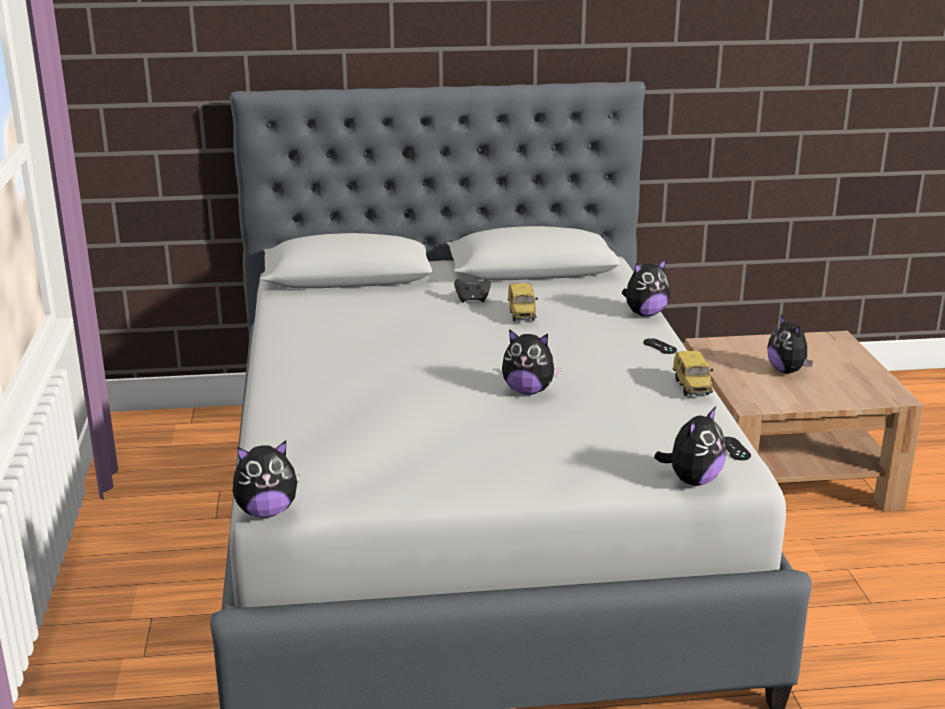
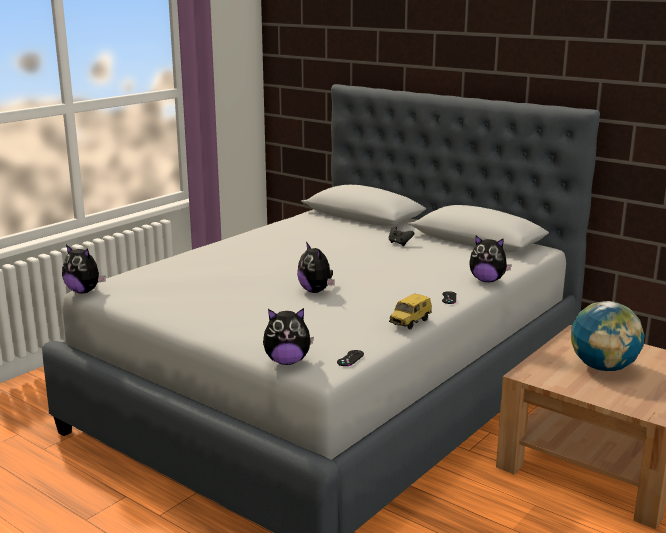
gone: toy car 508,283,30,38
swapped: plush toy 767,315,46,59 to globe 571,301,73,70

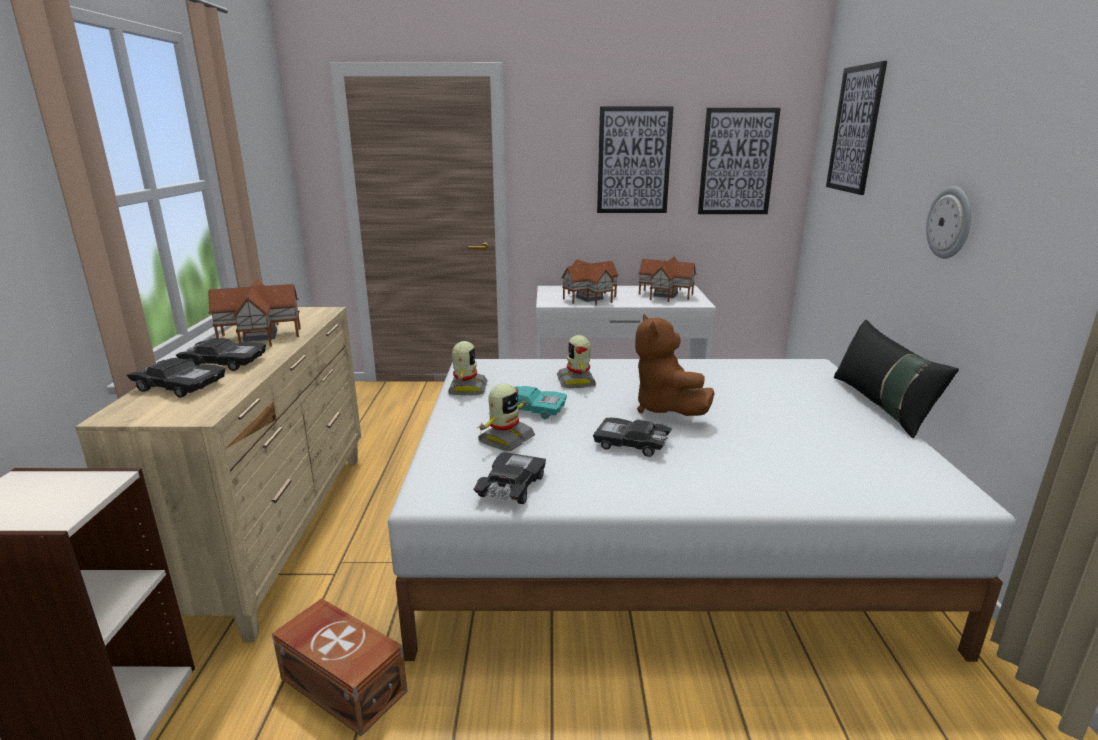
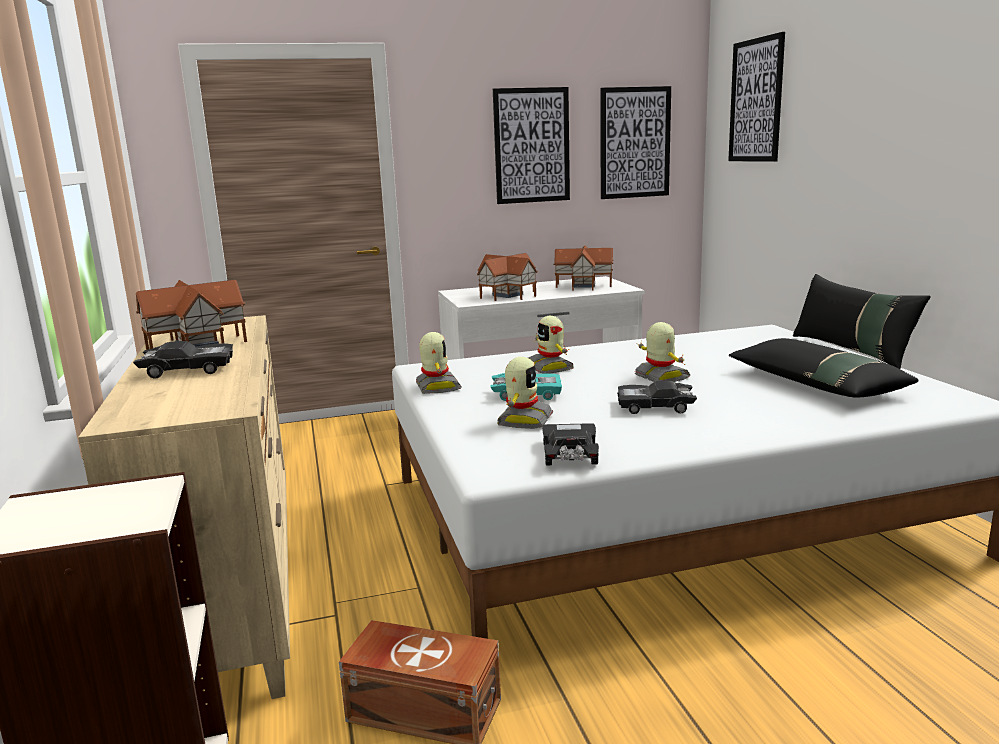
gone: wall clock 926,186,45,73; toy car (black) 127,358,98,40
new: pillow (black) 729,338,189,60
swapped: plush toy (brown) 635,314,80,102 to toy robot 635,322,55,60

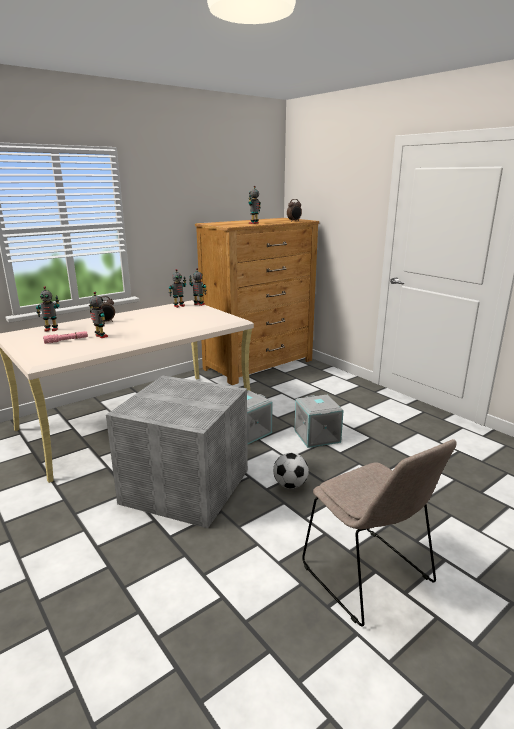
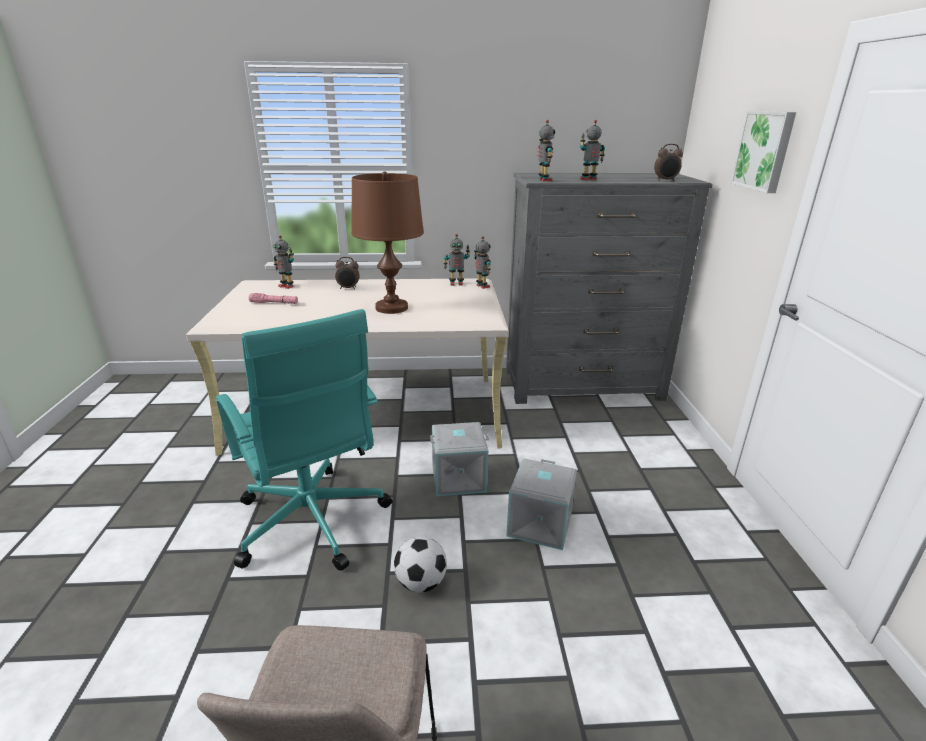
new: picture 731,111,65,82; table lamp (brown) 351,171,73,143
shifted: toy robot 89,292,19,46 to 537,120,18,61
swapped: storage box (grey) 106,376,142,152 to office chair (turquoise) 216,309,177,262
repainted: dresser (brown) 195,218,124,167 to dresser (grey) 506,173,207,231

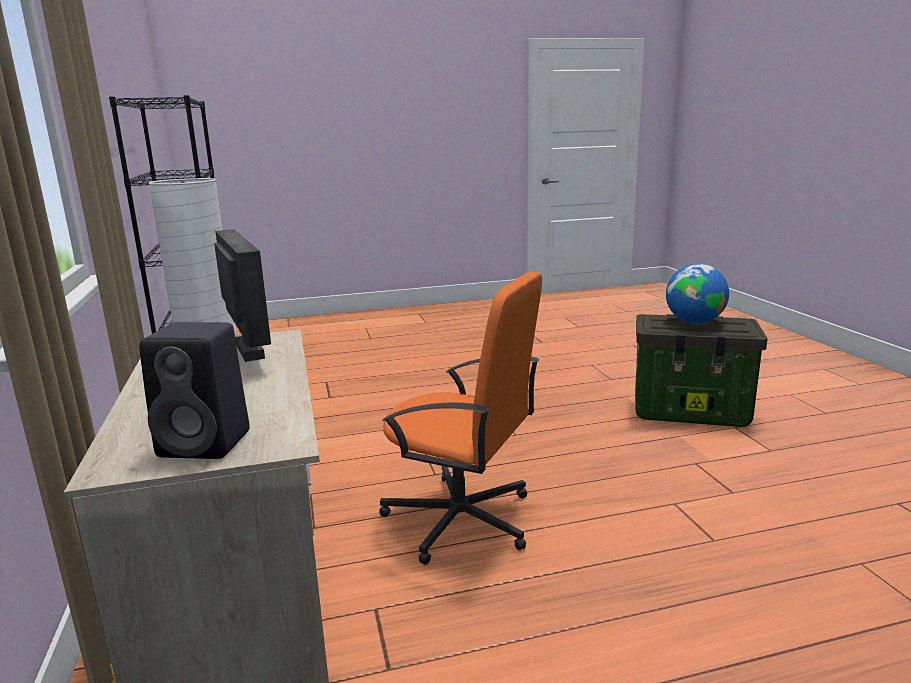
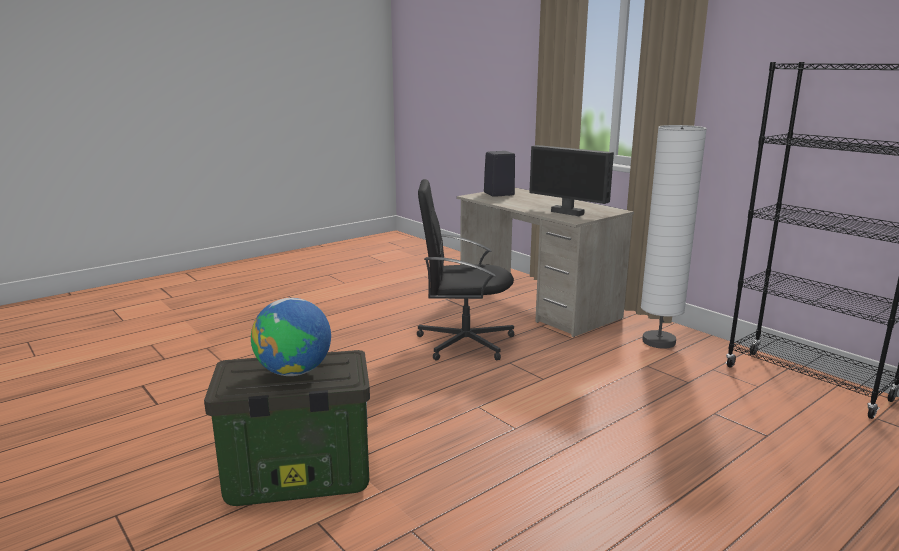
repainted: office chair (orange) 379,271,163,294 to office chair (black) 417,179,97,182

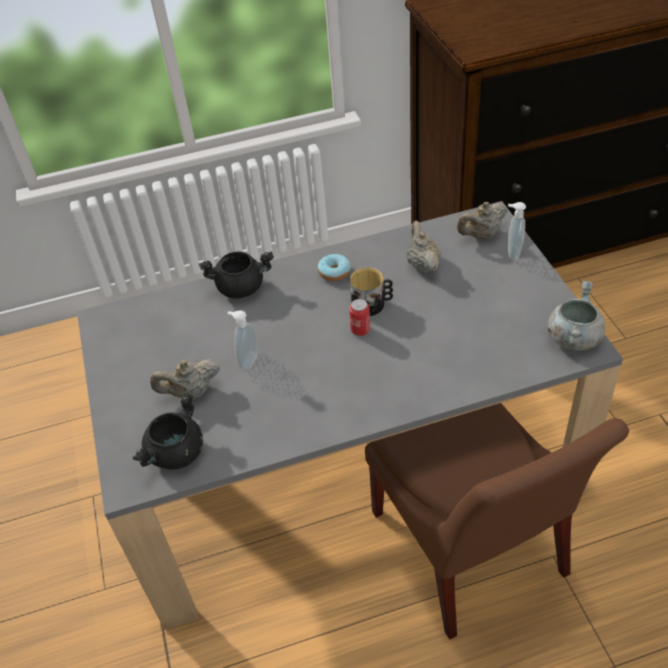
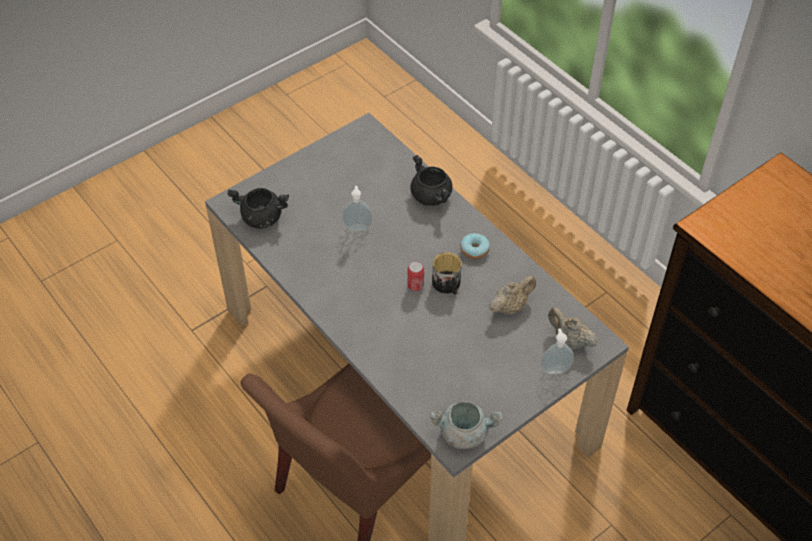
gone: teapot (beige) 150,359,70,40

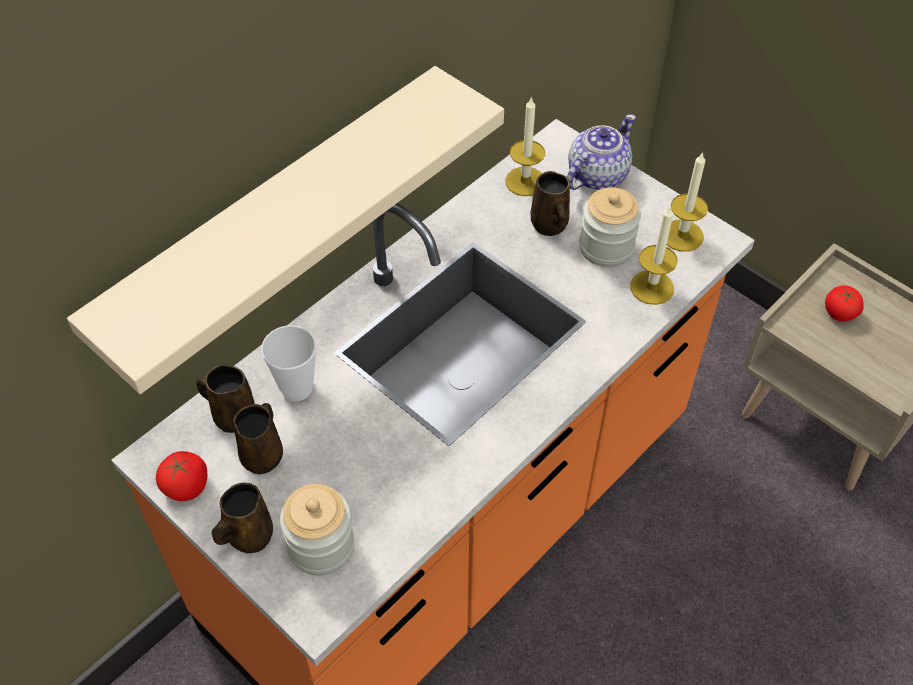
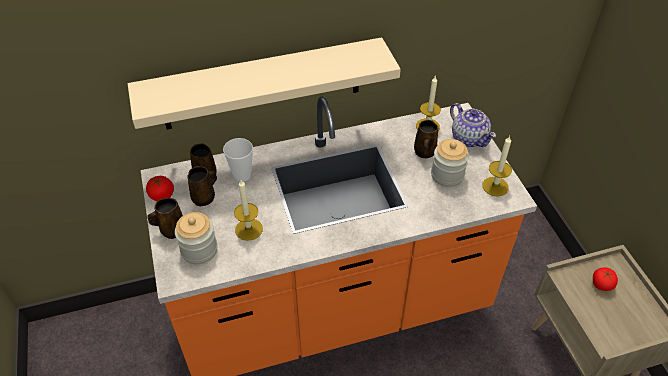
shifted: candle 630,206,47,99 to 234,180,29,61
rotated: teapot 567,114,69,76 = 450,103,46,44 75 degrees clockwise

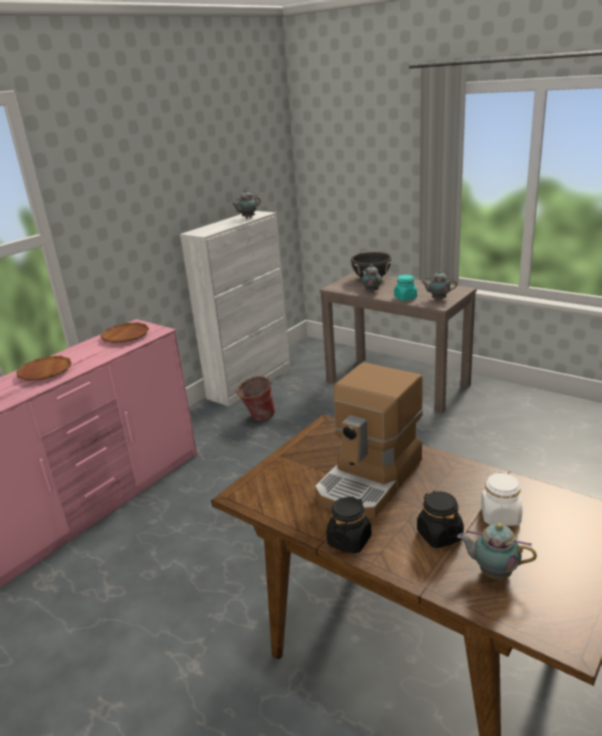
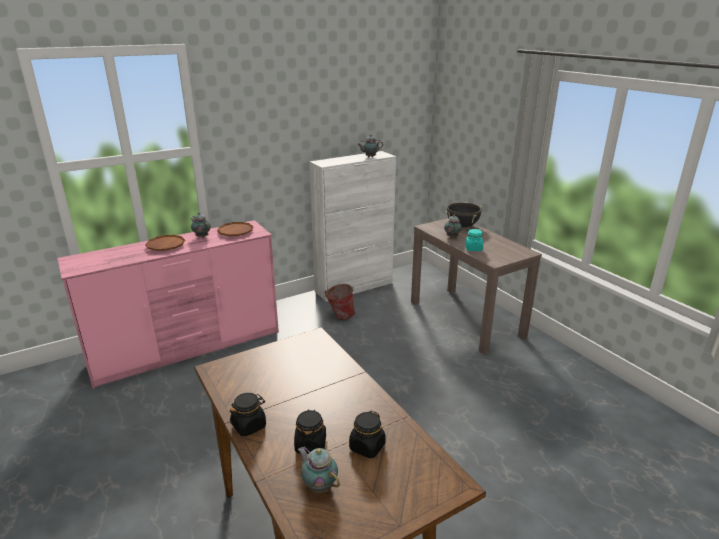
gone: coffee machine 315,362,108,156
shifted: teapot 421,271,36,29 to 191,212,20,26
repainted: jar (white) 481,471,41,55 to jar (black) 349,411,37,47

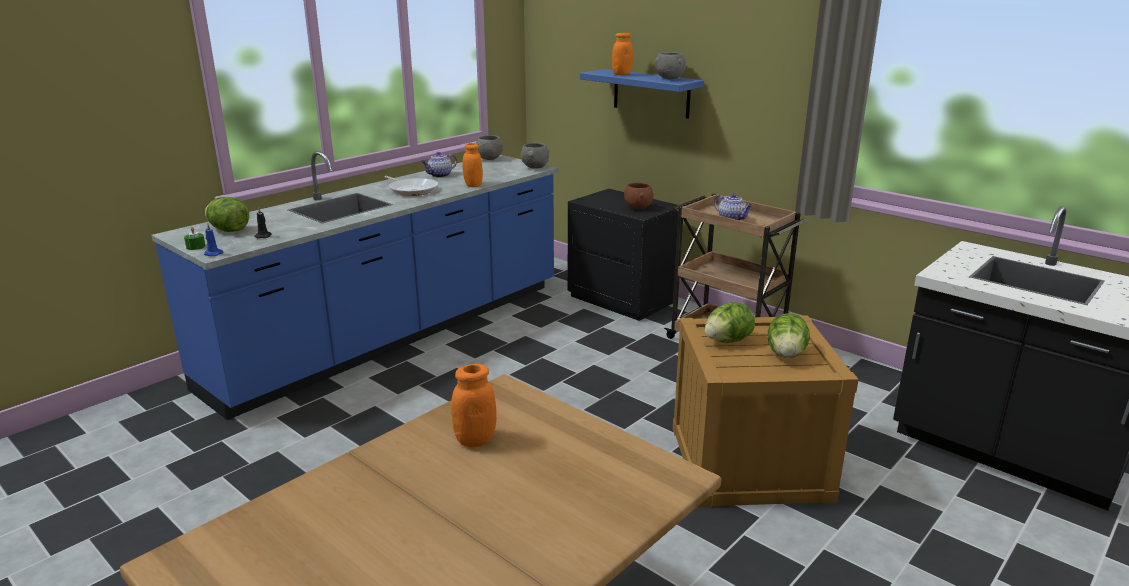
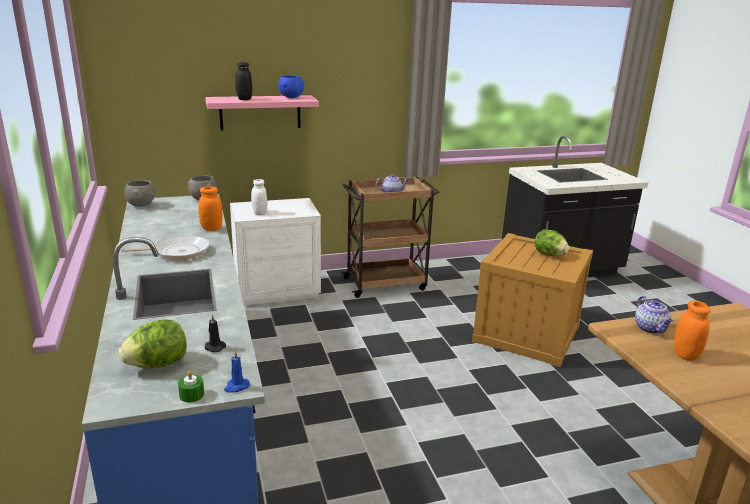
gone: bowl (brown) 624,182,29,27; lettuce 705,302,50,41
new: jar (white) 251,179,16,36
shifted: teapot 421,152,36,26 to 635,296,38,38
repainted: jar (orange) 612,33,21,42 to jar (black) 235,62,17,38; bowl (grey) 655,52,31,27 to bowl (blue) 278,75,26,23; shelf (blue) 580,69,124,50 to shelf (pink) 205,95,114,35; nightstand (black) 568,189,110,132 to nightstand (white) 230,198,91,107

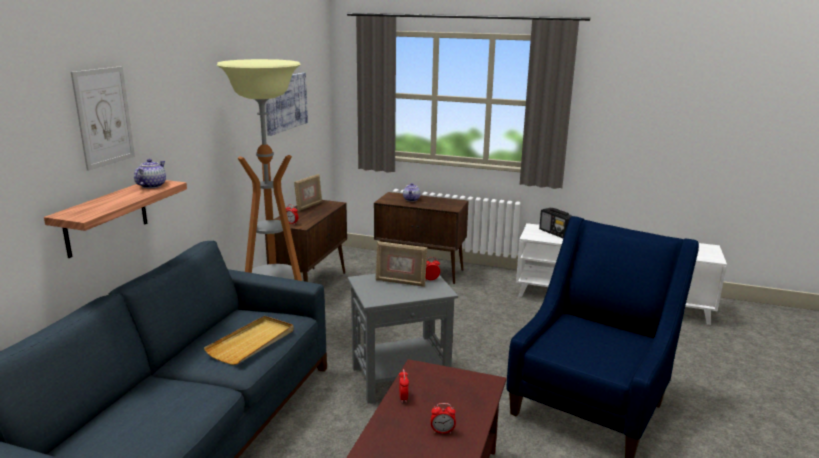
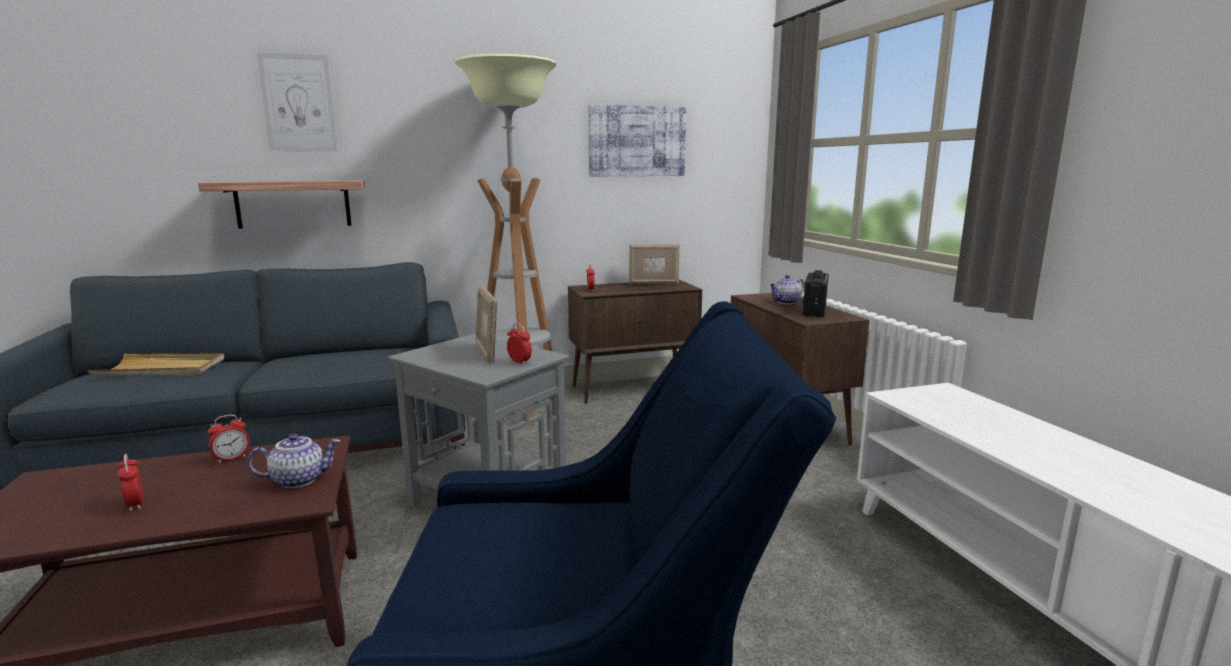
shifted: teapot 134,159,32,29 to 247,434,94,54; radio 539,207,33,31 to 802,270,27,47; tray (beige) 204,316,90,49 to 87,353,137,22

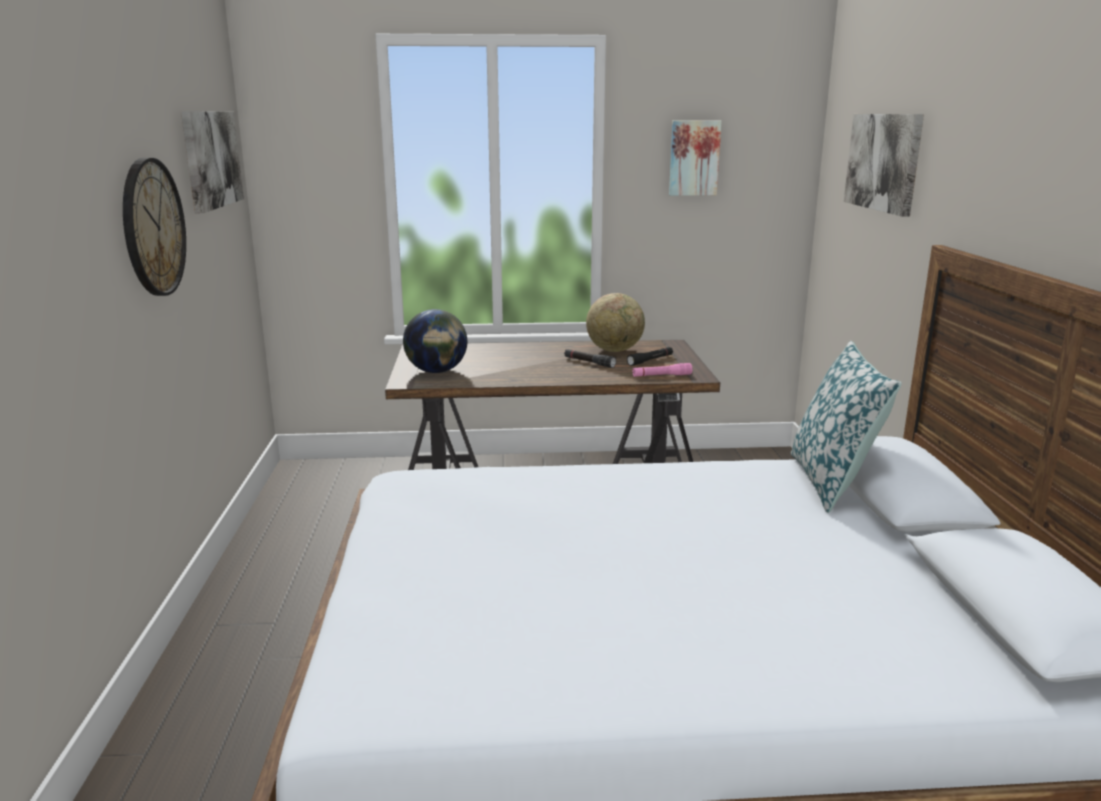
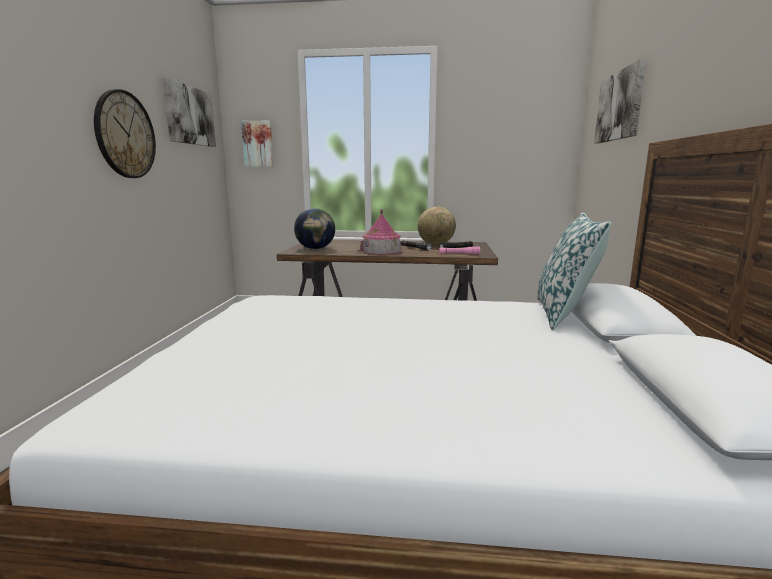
new: toy house 357,209,45,46
shifted: picture 669,120,53,76 to 241,121,33,46

